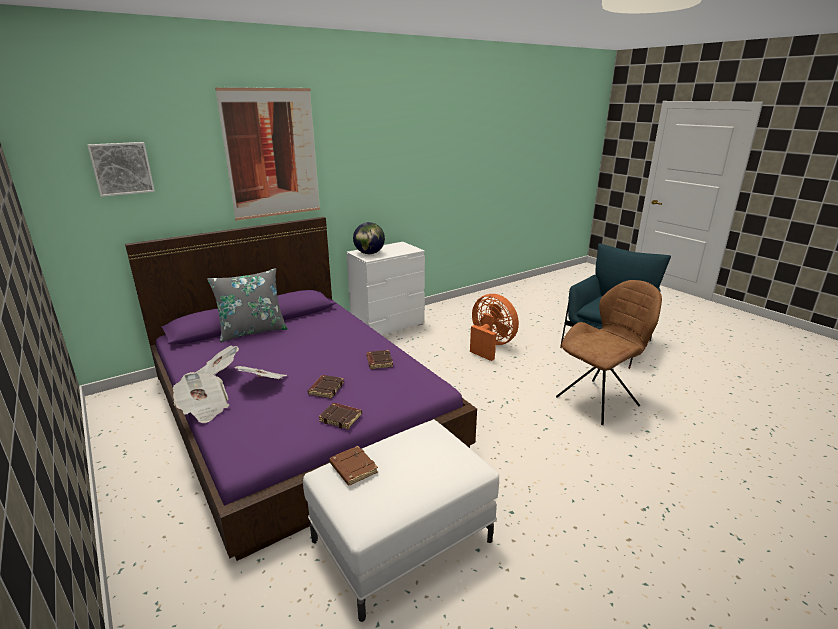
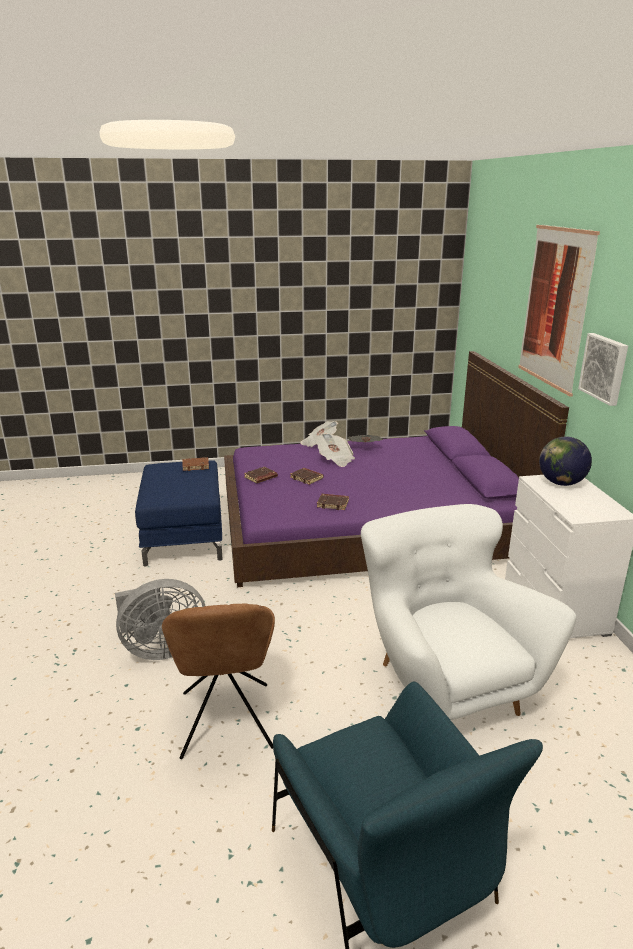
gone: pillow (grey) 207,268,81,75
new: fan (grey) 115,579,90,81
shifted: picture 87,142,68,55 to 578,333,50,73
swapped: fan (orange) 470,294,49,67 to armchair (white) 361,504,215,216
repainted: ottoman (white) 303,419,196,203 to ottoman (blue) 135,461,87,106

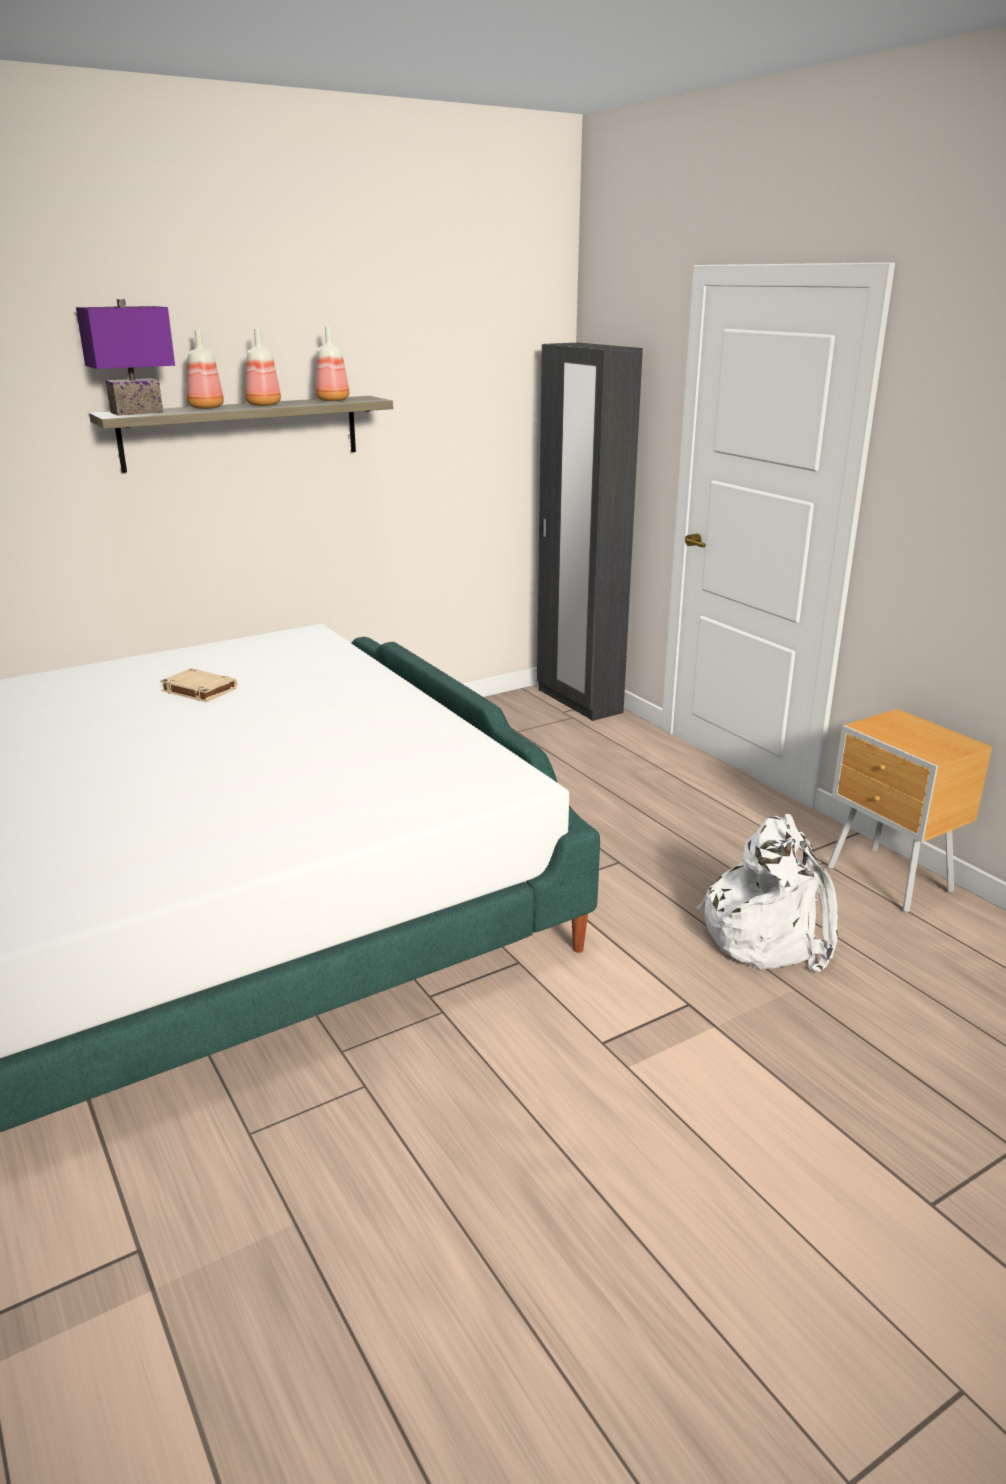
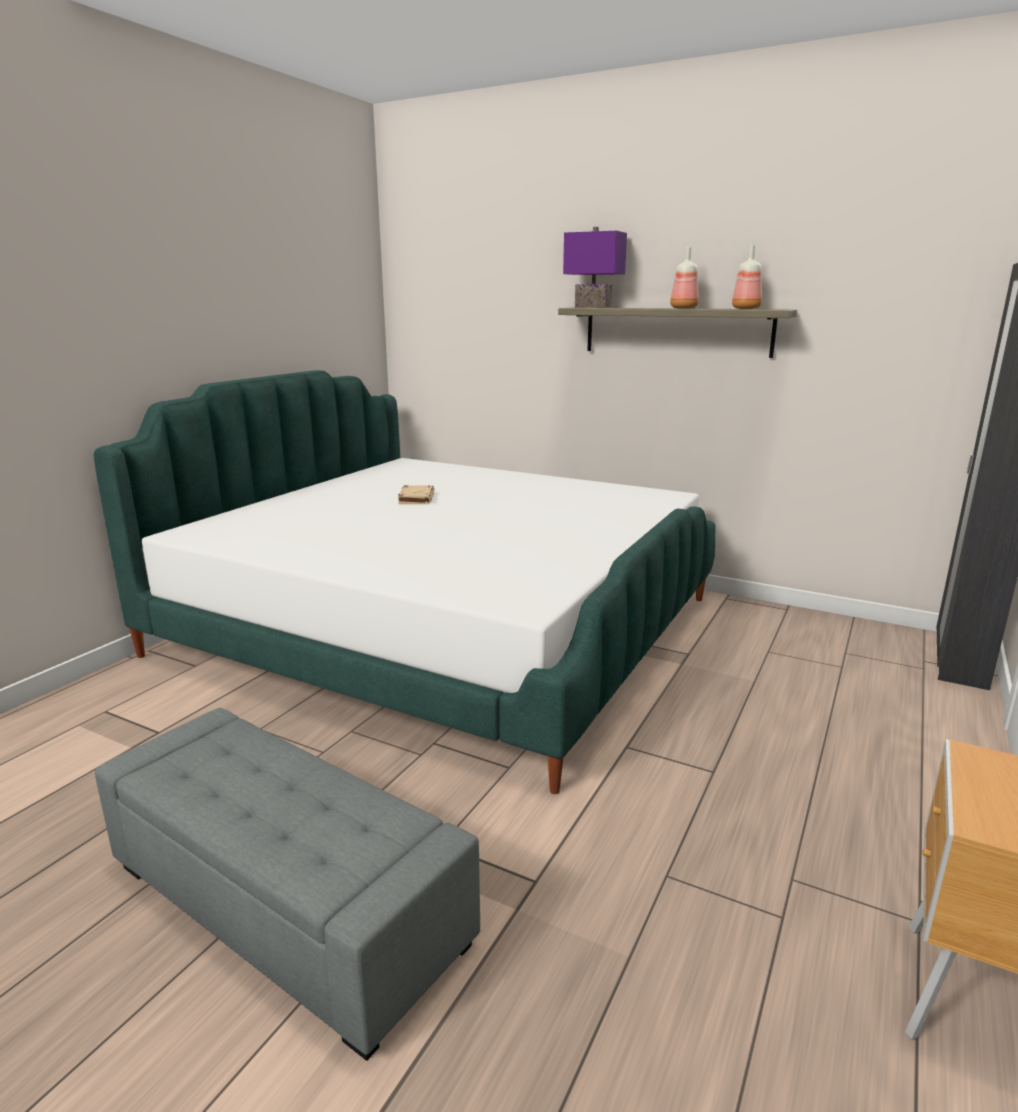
gone: bottle 187,330,37,79; backpack (white) 696,814,142,159
new: ottoman (grey) 95,708,385,353
shifted: book (beige) 160,668,77,34 to 398,485,36,19

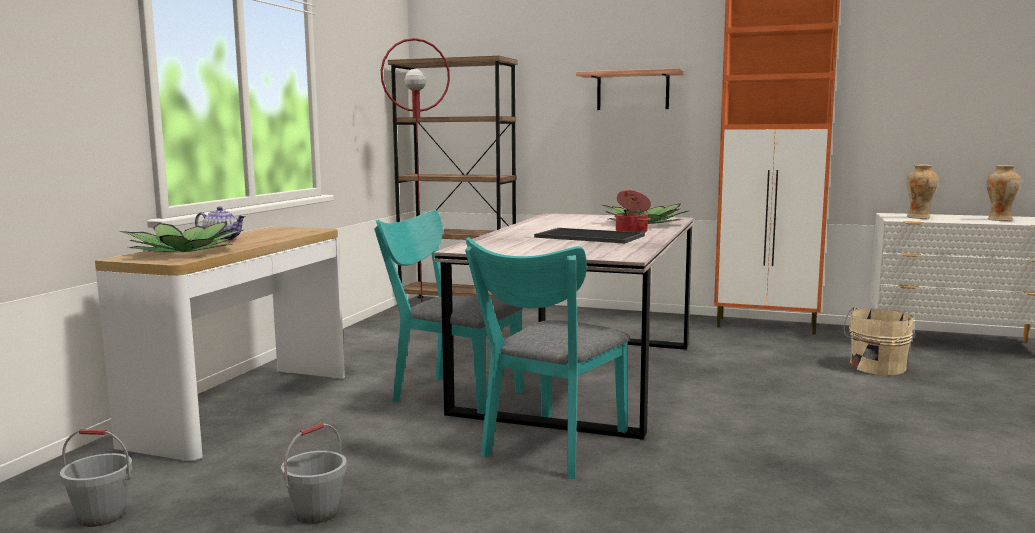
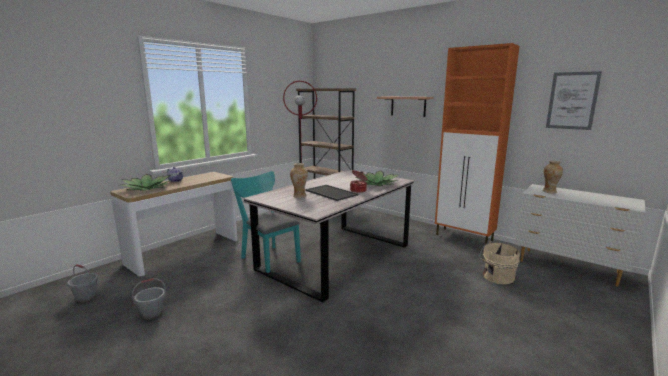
gone: chair (turquoise) 465,237,165,242
new: picture 546,71,56,59
shifted: vase 986,165,34,56 to 290,163,18,35

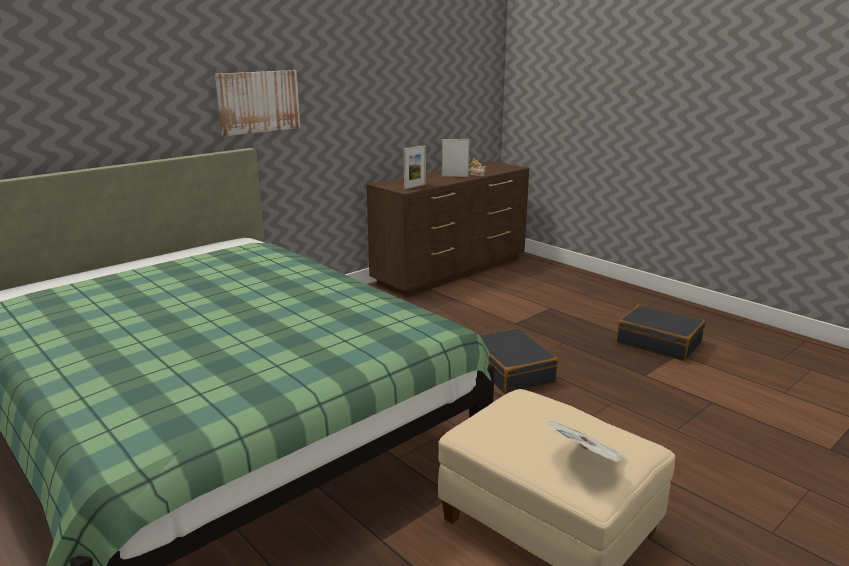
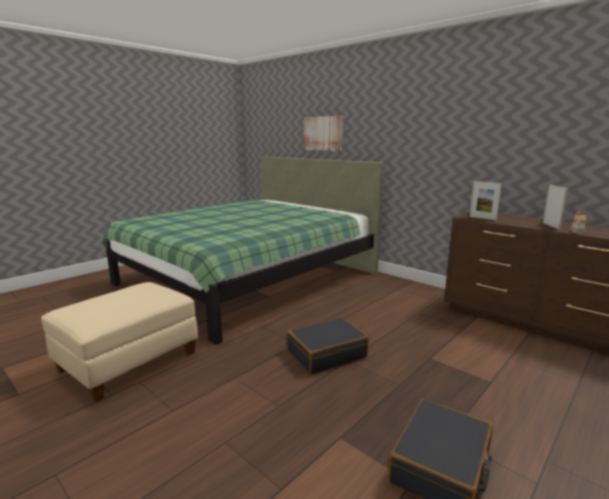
gone: newspaper 547,421,79,42
shifted: picture 215,70,85,66 to 304,116,39,35

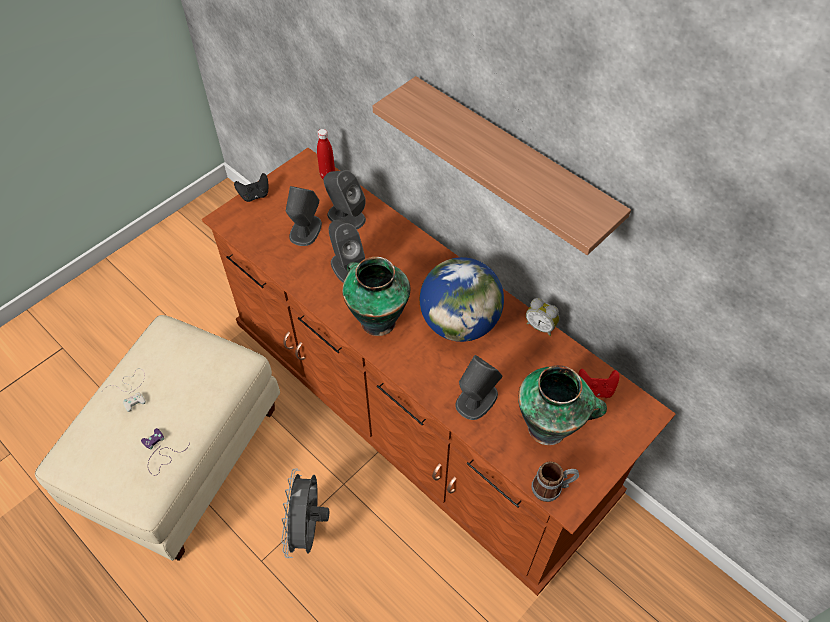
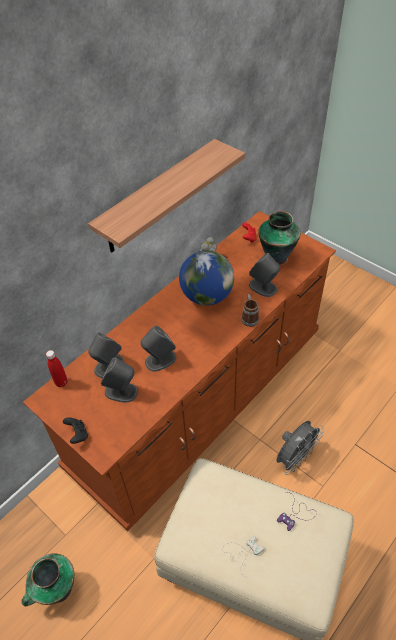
shifted: vase 342,257,68,79 to 21,554,53,52; mug 532,461,47,41 to 241,294,18,33
rotated: fan (grey) 281,468,48,90 = 276,421,48,54 45 degrees counterclockwise

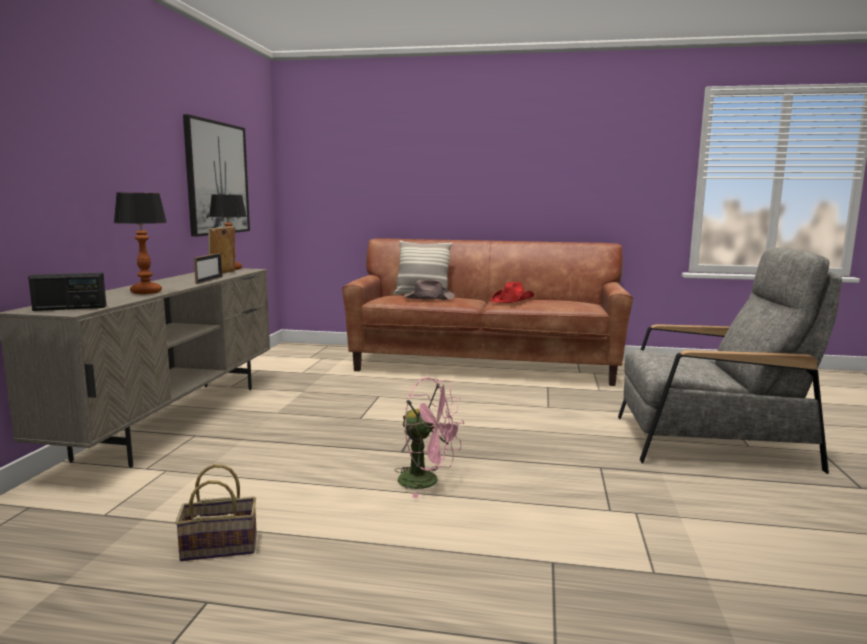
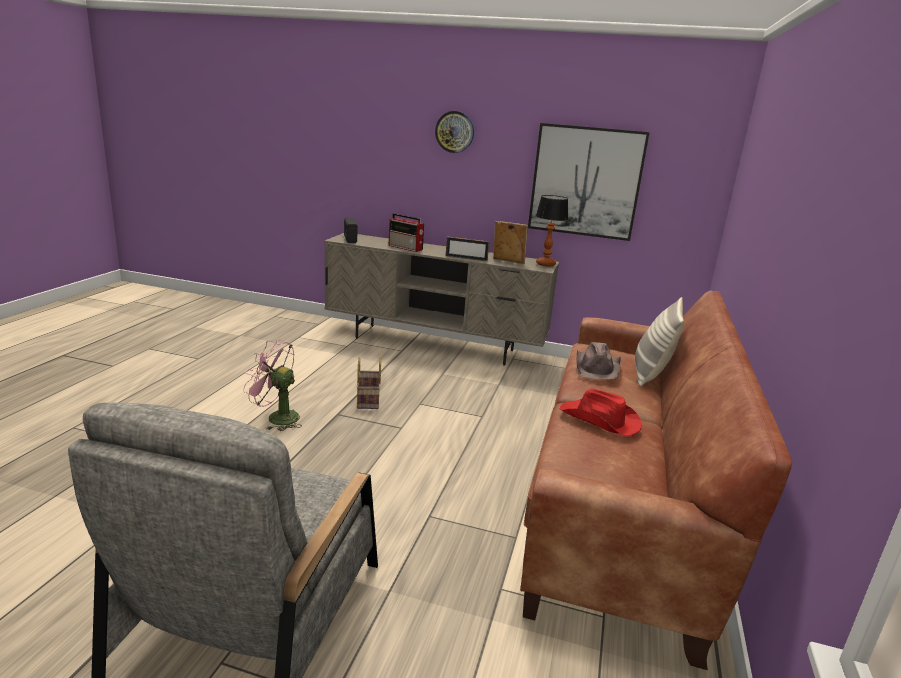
new: wall clock 435,111,39,42
shifted: basket 175,464,82,97 to 357,357,24,52
swapped: table lamp 114,193,53,101 to radio 389,213,35,39
rotated: fan (pink) 394,378,70,120 = 243,339,59,92 75 degrees clockwise

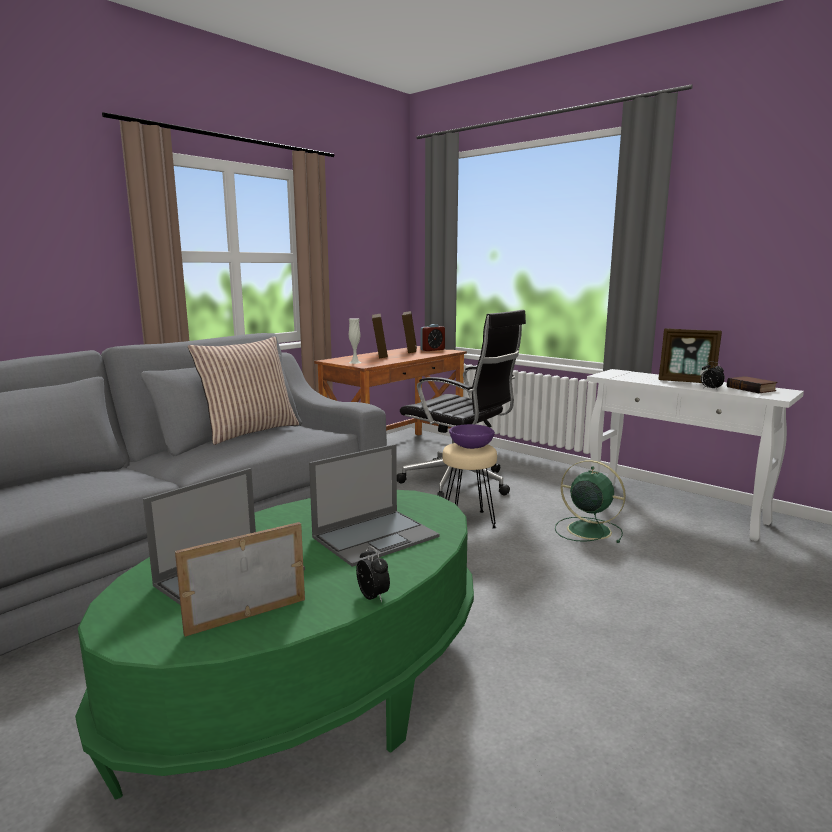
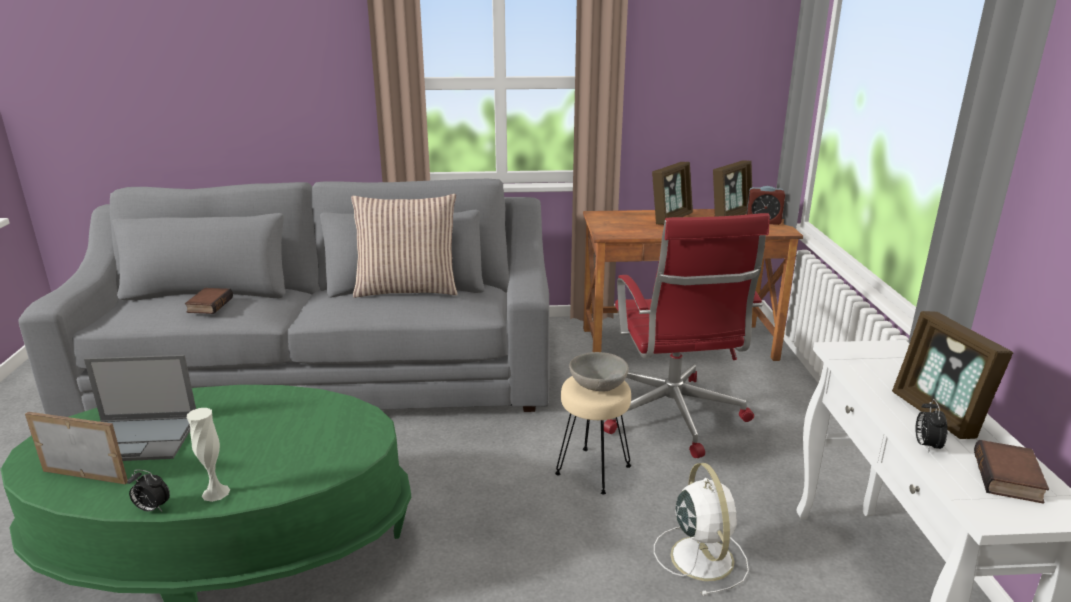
gone: laptop 309,444,130,123
new: book 185,288,48,26
shifted: vase (white) 349,318,12,46 to 187,408,43,94
repainted: office chair (black) 397,310,129,188 to office chair (red) 604,213,166,245; bowl (purple) 449,424,46,25 to bowl (grey) 569,352,60,39; fan (green) 555,460,71,83 to fan (white) 654,463,95,133
rotated: alarm clock 356,545,34,57 = 127,470,43,42 90 degrees clockwise

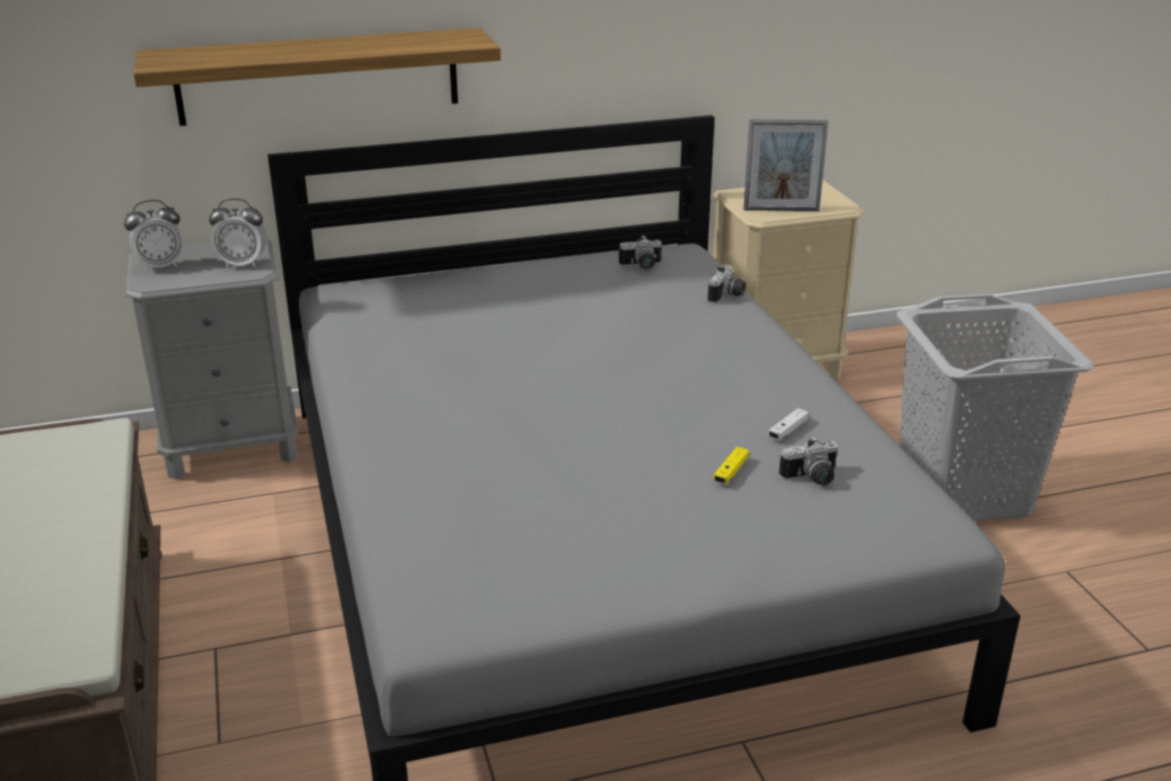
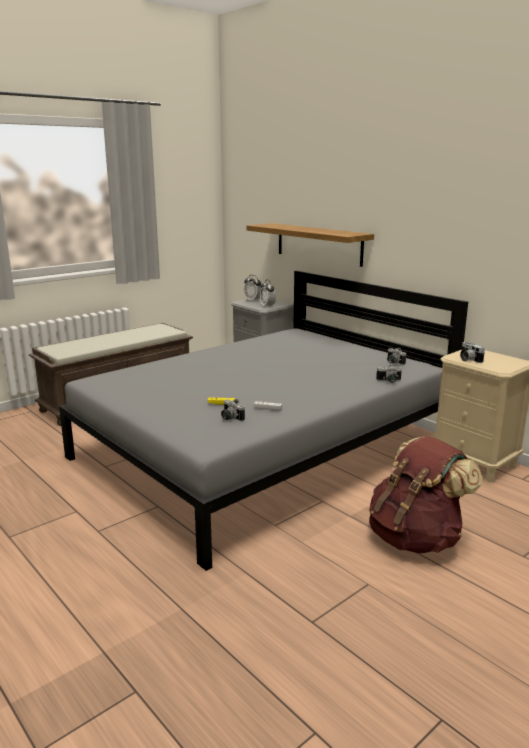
swapped: picture frame 744,119,84,92 to photo camera 460,342,25,21; laundry basket (grey) 896,294,198,227 to backpack (brown) 369,436,114,117

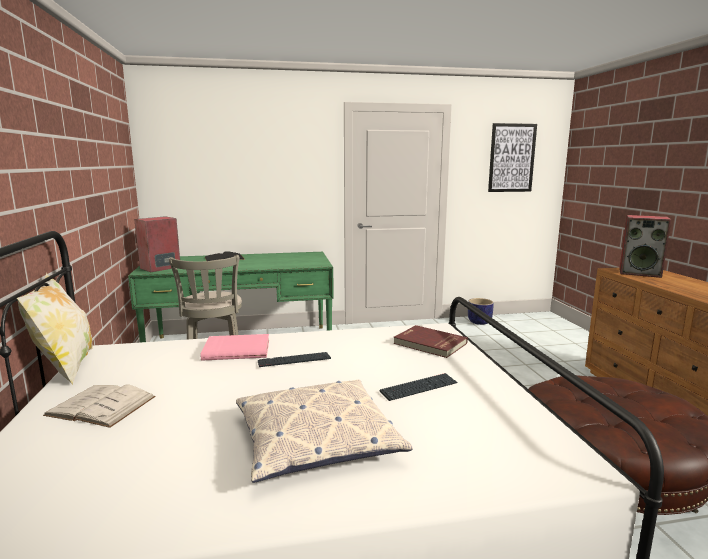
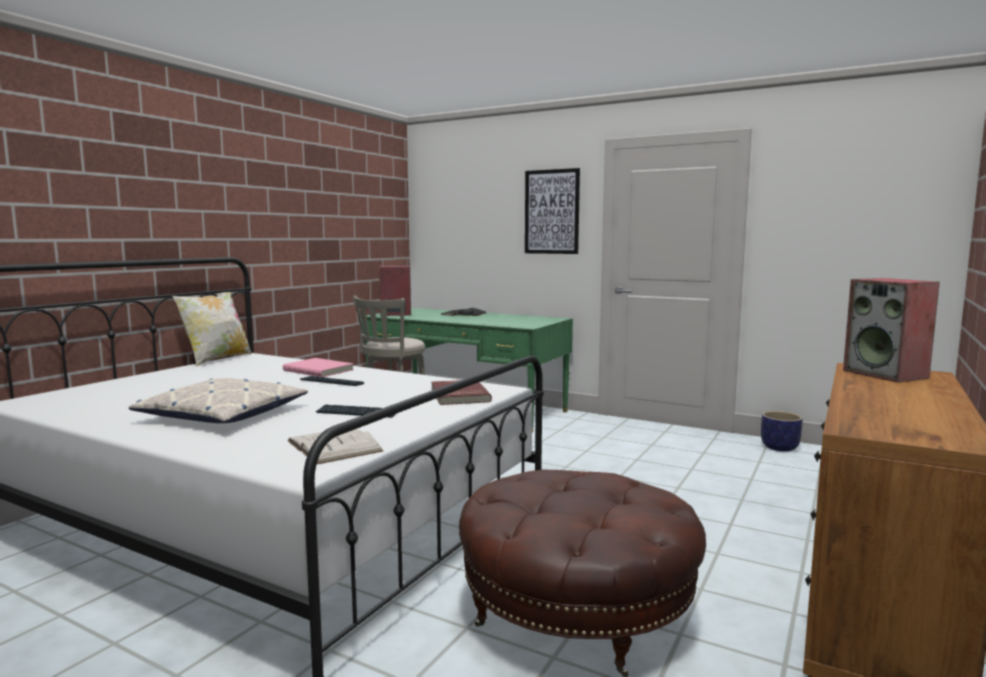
shifted: picture 488,123,49,69 to 525,168,55,86; book (white) 43,384,113,44 to 287,429,97,35

